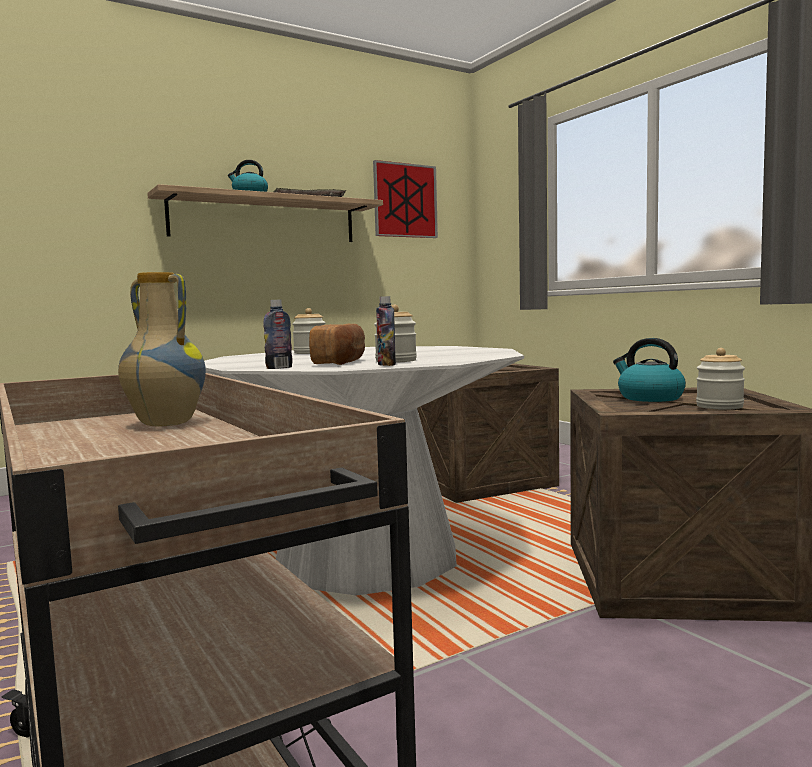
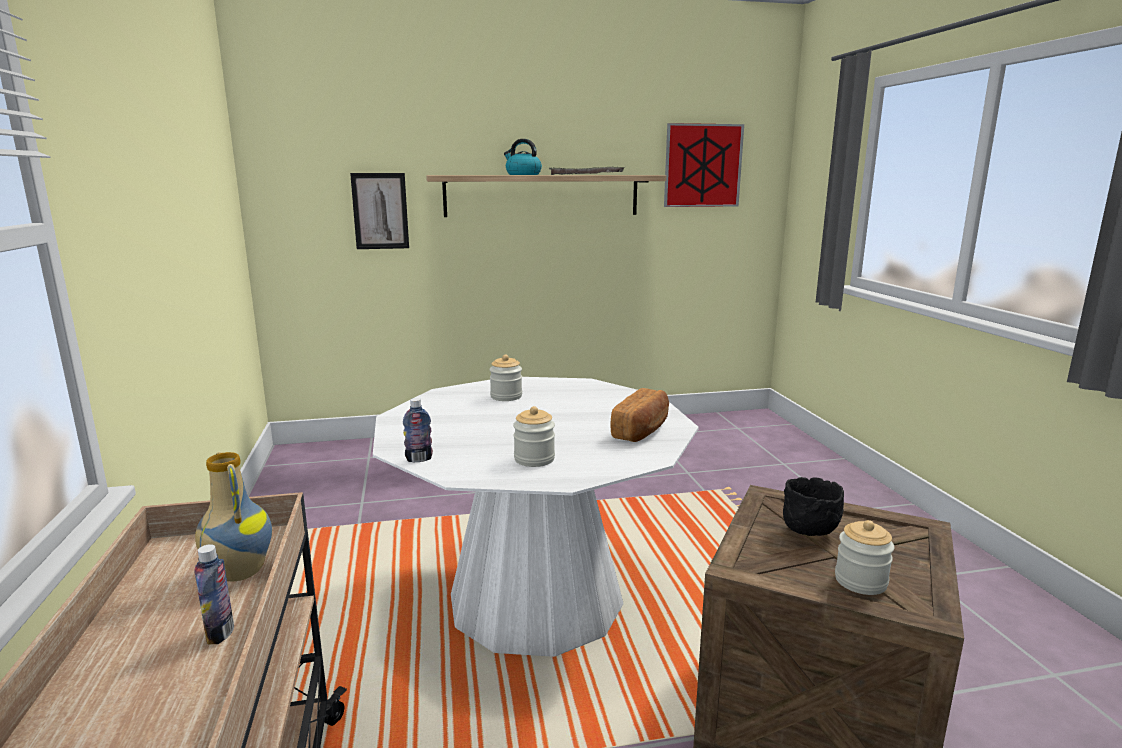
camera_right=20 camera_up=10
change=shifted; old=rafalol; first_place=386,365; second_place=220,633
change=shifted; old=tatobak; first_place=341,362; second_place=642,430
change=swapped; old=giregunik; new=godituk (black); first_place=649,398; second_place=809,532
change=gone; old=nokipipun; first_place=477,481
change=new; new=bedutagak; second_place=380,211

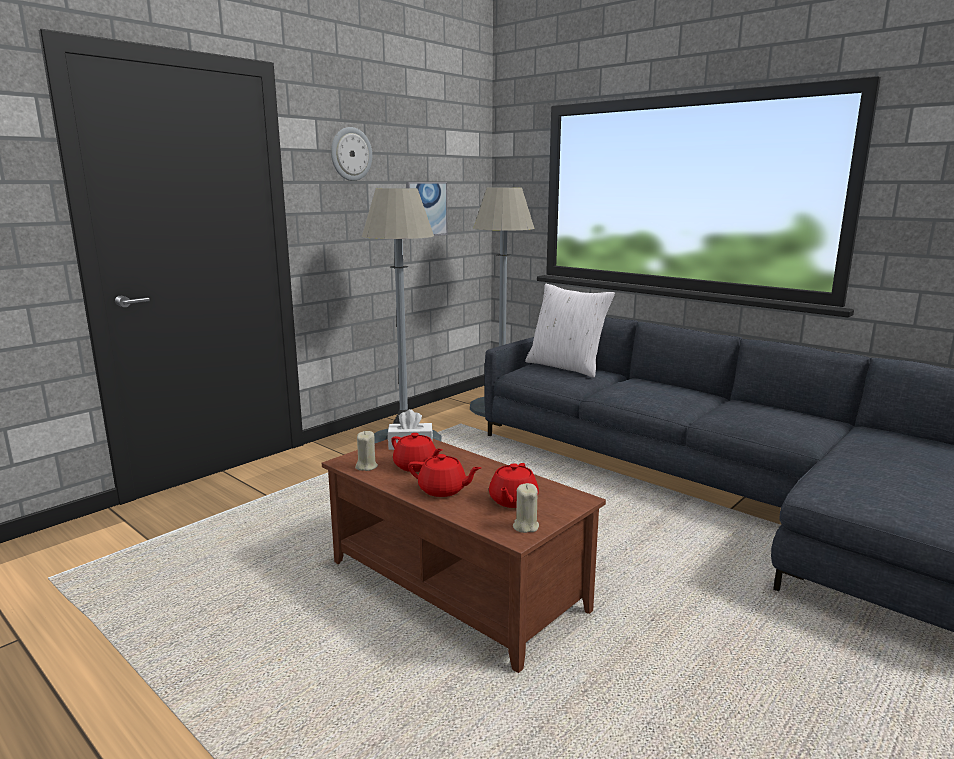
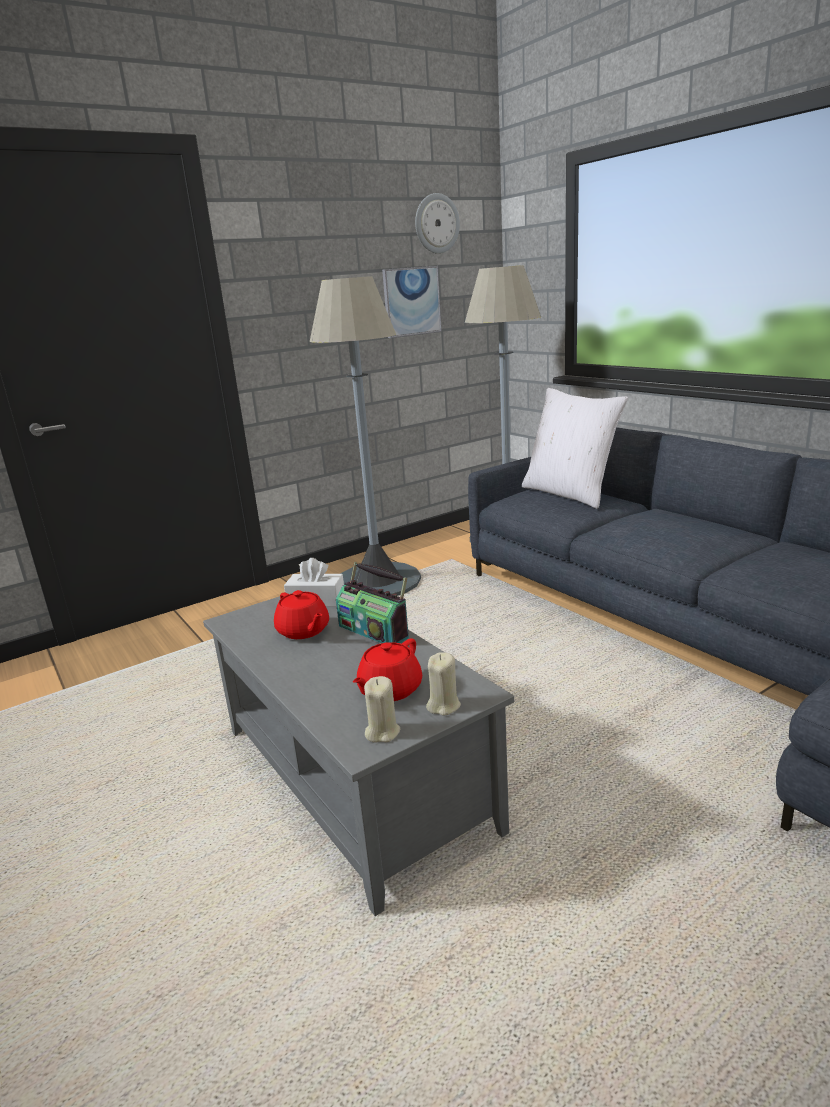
camera_right=15 camera_up=5
change=shifted; old=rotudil; first_place=350,154; second_place=436,223
change=shifted; old=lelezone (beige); first_place=366,466; second_place=443,705
change=repainted; old=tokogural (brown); new=tokogural (grey); first_place=457,585; second_place=356,776
change=gone; old=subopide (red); first_place=443,490
change=new; new=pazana; second_place=374,631

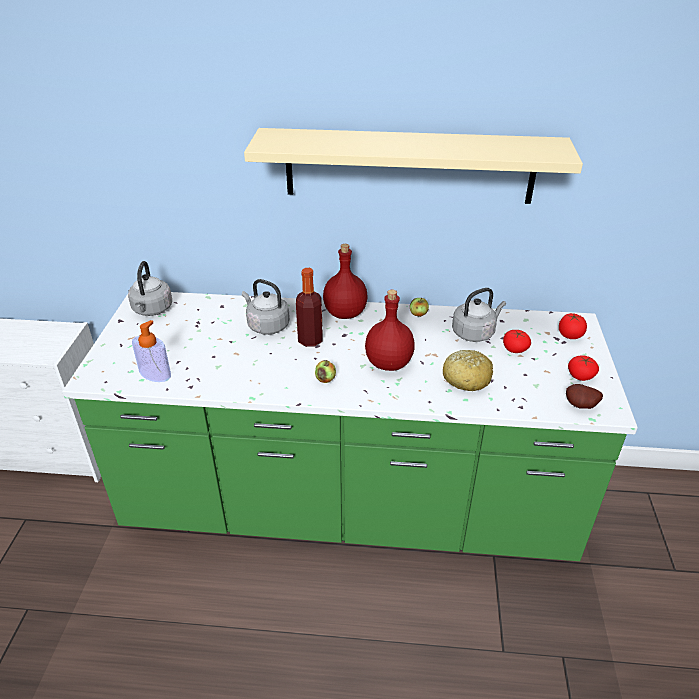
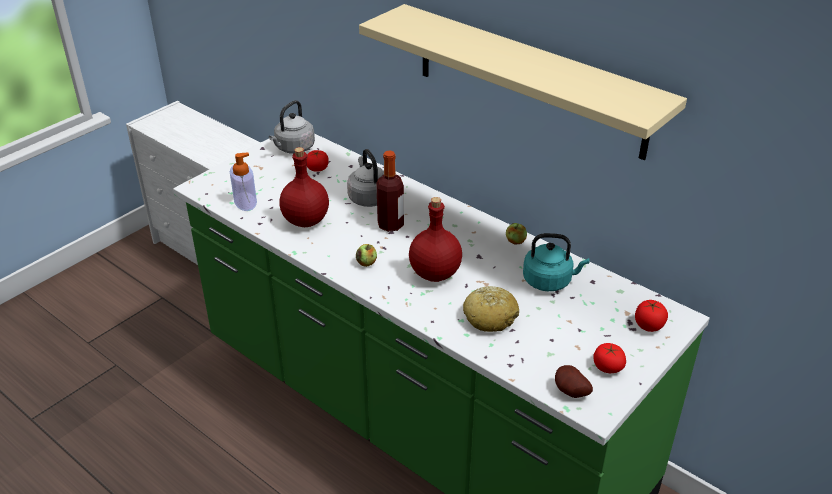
camera_right=35 camera_up=0
change=shifted; old=rafalol (red); first_place=345,314; second_place=305,221
change=repainted; old=giregunik (grey); new=giregunik (turquoise); first_place=475,333; second_place=549,281
change=shifted; old=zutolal; first_place=515,349; second_place=317,168

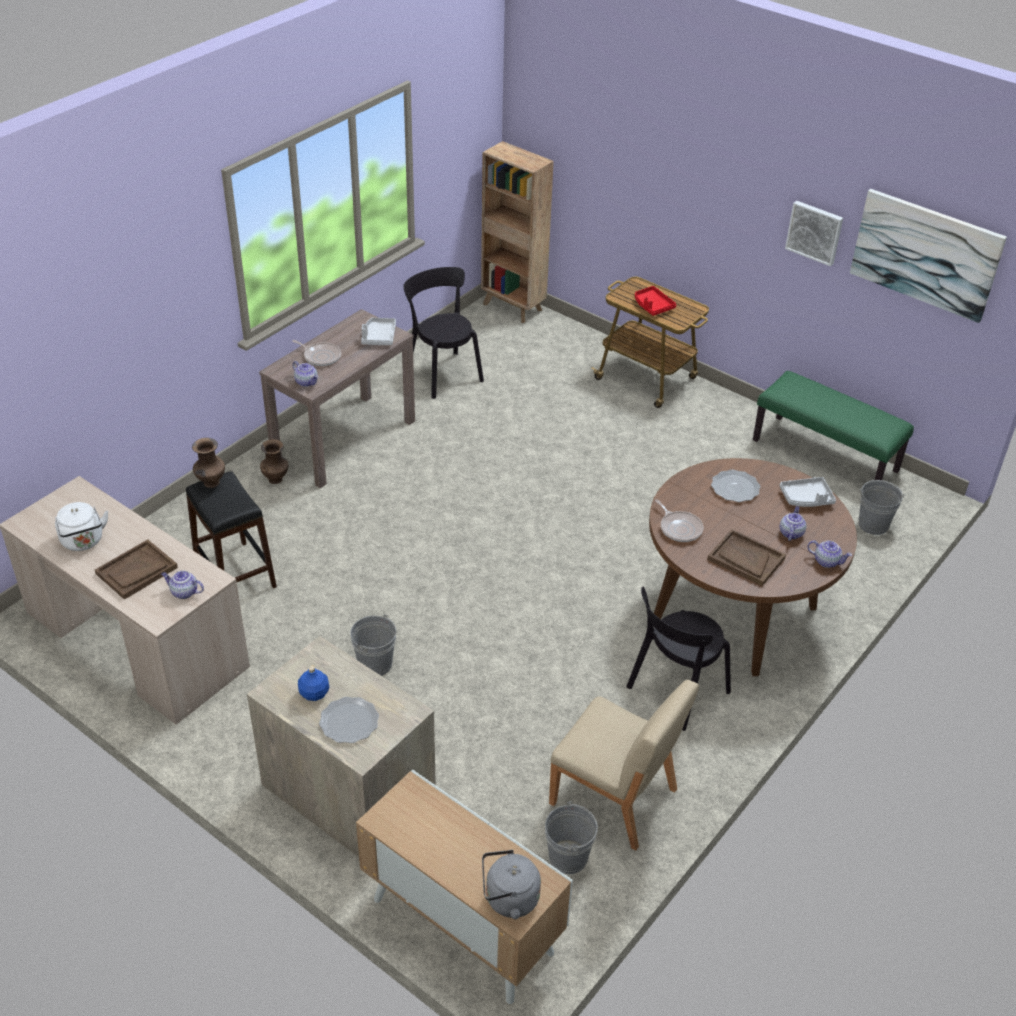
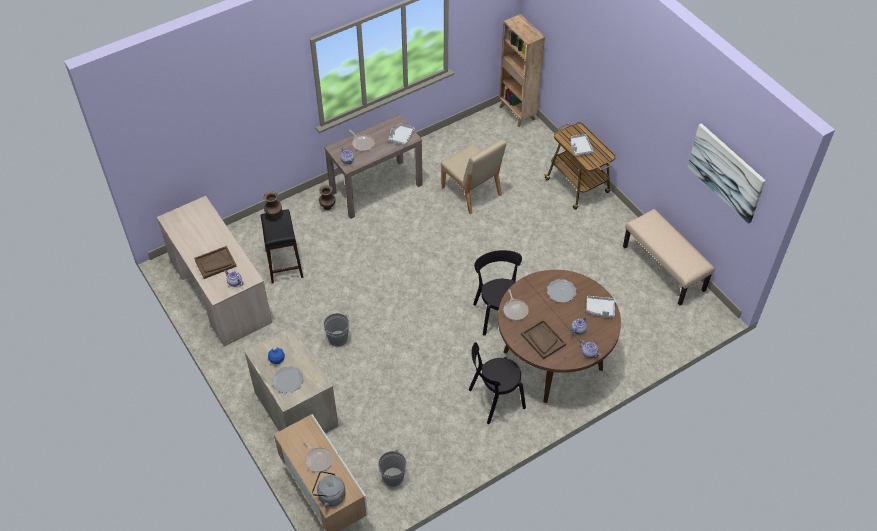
camera_right=20 camera_up=10
change=gone; old=bedutagak; first_place=815,232
change=shifted; old=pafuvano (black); first_place=442,373; second_place=497,313
change=repainted; old=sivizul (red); new=sivizul (grey); first_place=652,306; second_place=580,147
change=repainted; old=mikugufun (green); new=mikugufun (beige); first_place=825,455; second_place=664,268
change=gone; old=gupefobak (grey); first_place=873,524
change=gone; old=giregunik (white); first_place=83,542
change=shifted; old=pafuvano (beige); first_place=614,798; second_place=471,192
change=new; new=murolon; second_place=318,459

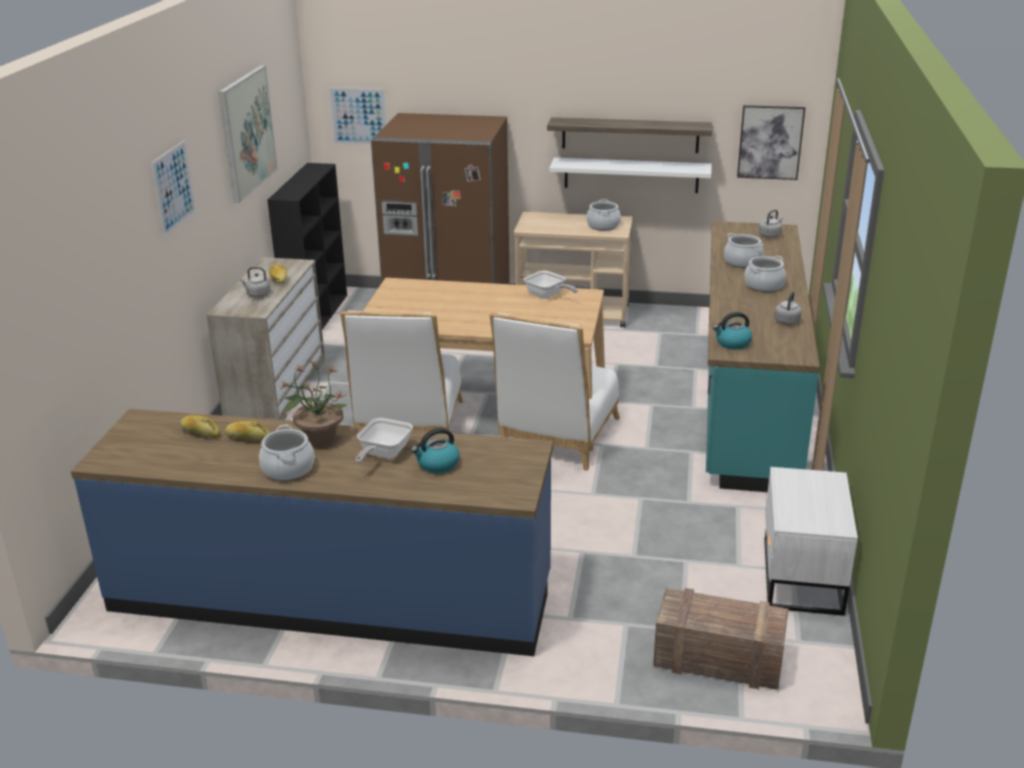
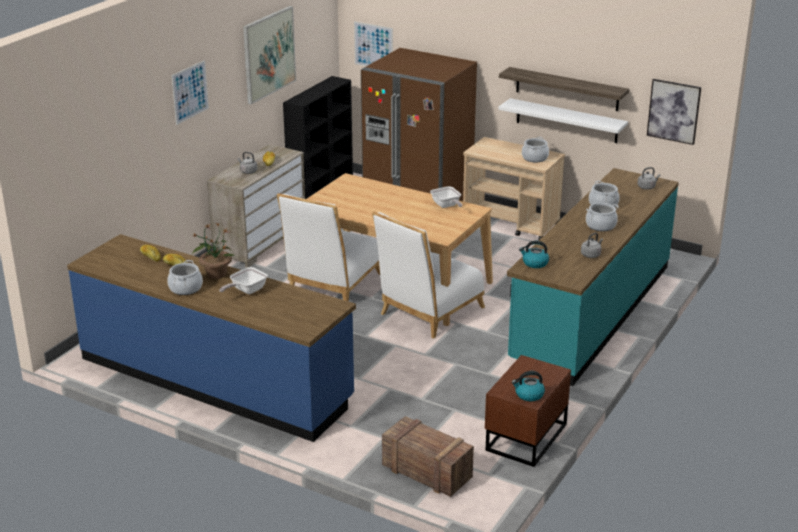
camera_right=20 camera_up=0
change=shifted; old=giregunik; first_place=437,464; second_place=529,395
change=repainted; old=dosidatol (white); new=dosidatol (brown); first_place=800,577; second_place=524,437

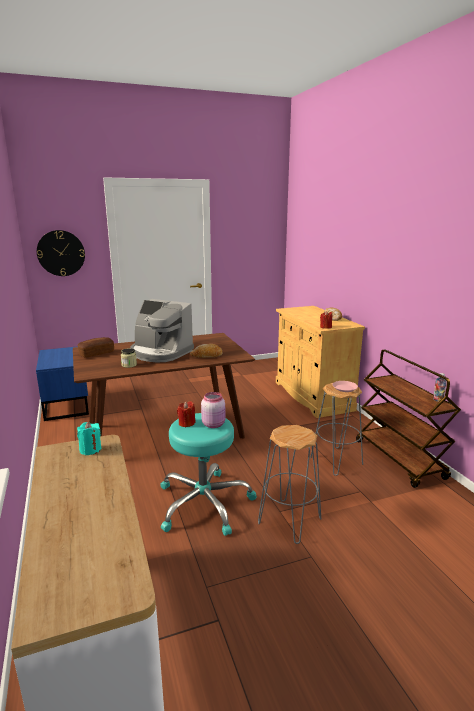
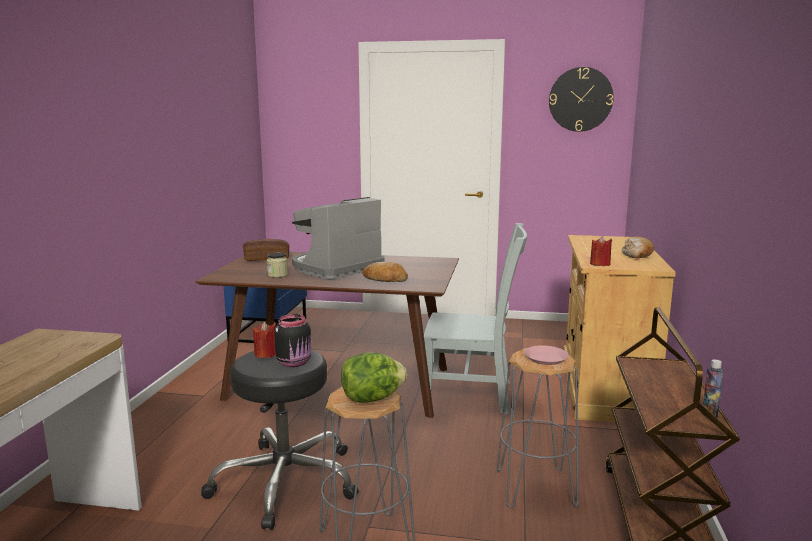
camera_right=30 camera_up=-5
change=shifted; old=rotudil; first_place=61,253; second_place=580,99
change=rotated; old=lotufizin; first_place=160,353; second_place=336,268; degrees=75
change=repainted; old=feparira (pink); new=feparira (black); first_place=214,424; second_place=295,363
change=repainted; old=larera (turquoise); new=larera (black); first_place=204,503; second_place=286,481
change=gone; old=lelezone (turquoise); first_place=90,450
change=new; new=pafuvano (grey); second_place=473,394
change=new; new=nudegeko; second_place=372,399

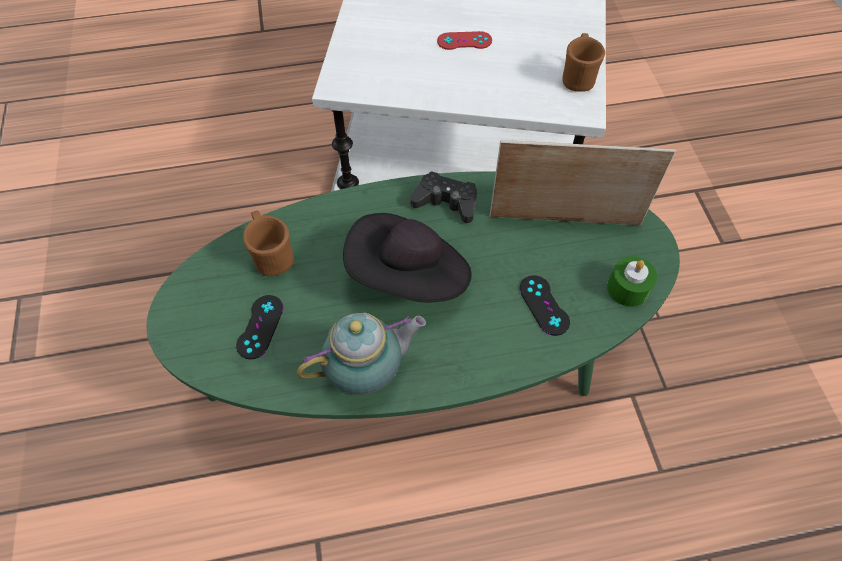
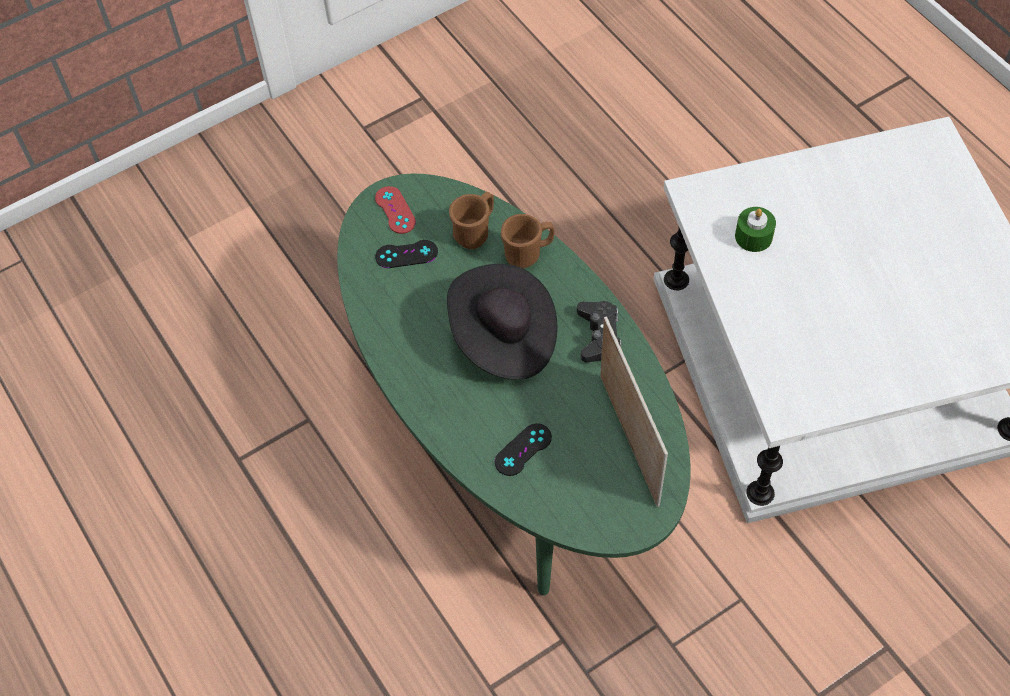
camera_right=70 camera_up=0
change=shifted; old=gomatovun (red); first_place=464,41; second_place=395,210
change=shifted; old=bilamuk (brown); first_place=577,78; second_place=528,254
change=shifted; old=lelezone (green); first_place=628,288; second_place=753,236
change=gone; old=subopide; first_place=368,373

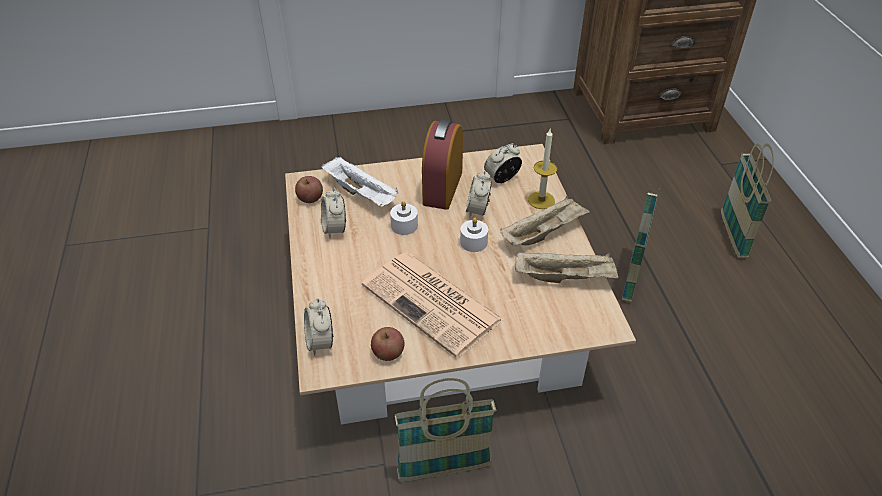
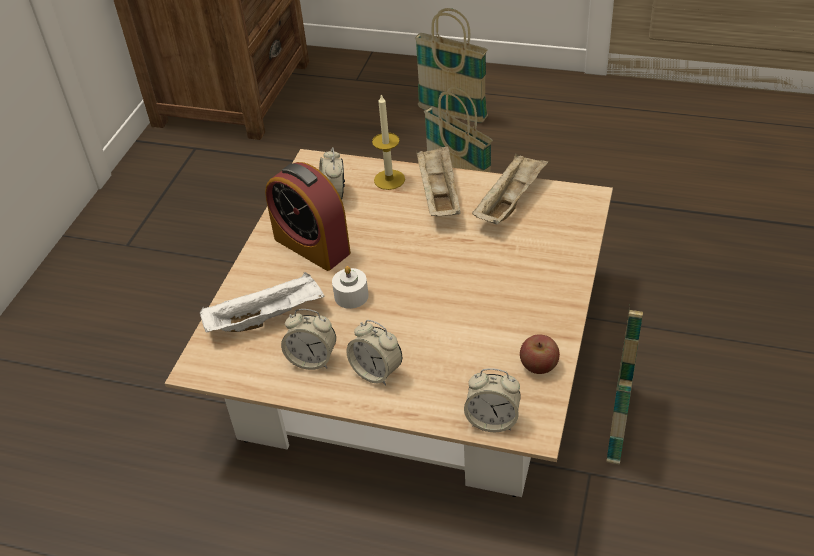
camera_right=-60 camera_up=0
change=shifted; old=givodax; first_place=478,210; second_place=376,372
change=gone; old=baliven; first_place=310,198
change=gone; old=lelezone (white); first_place=473,242
change=gone; old=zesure; first_place=434,303

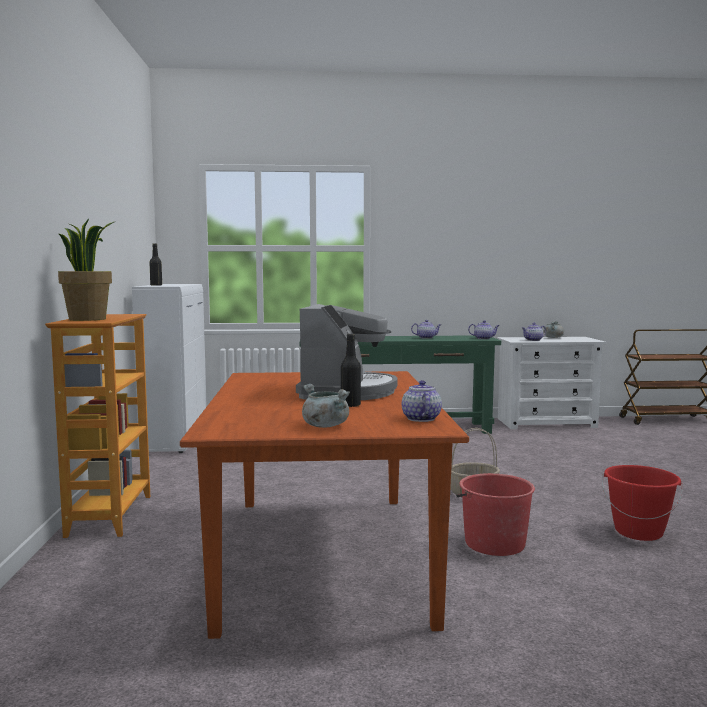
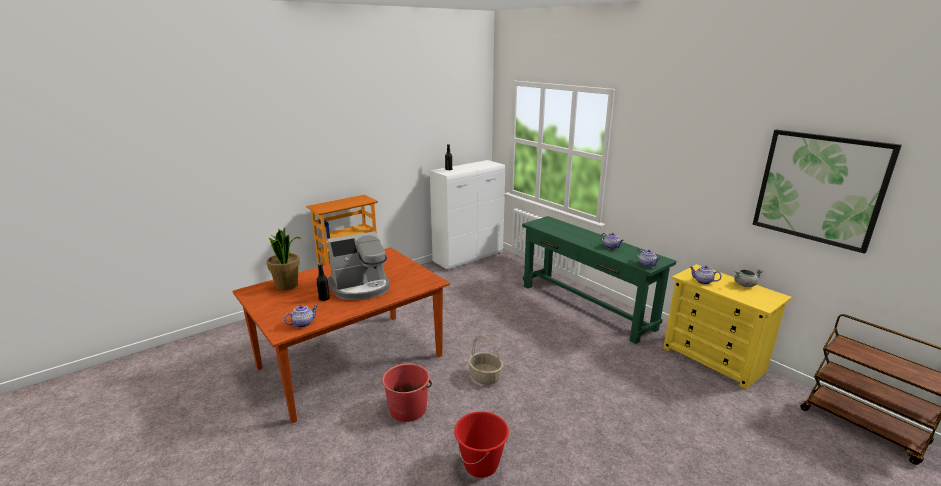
camera_right=55 camera_up=15
change=shifted; old=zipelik; first_place=88,319; second_place=287,285
change=repainted; old=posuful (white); new=posuful (yellow); first_place=547,423; second_place=713,359
change=gone; old=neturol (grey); first_place=324,426
change=new; new=bedutagak; second_place=819,188

